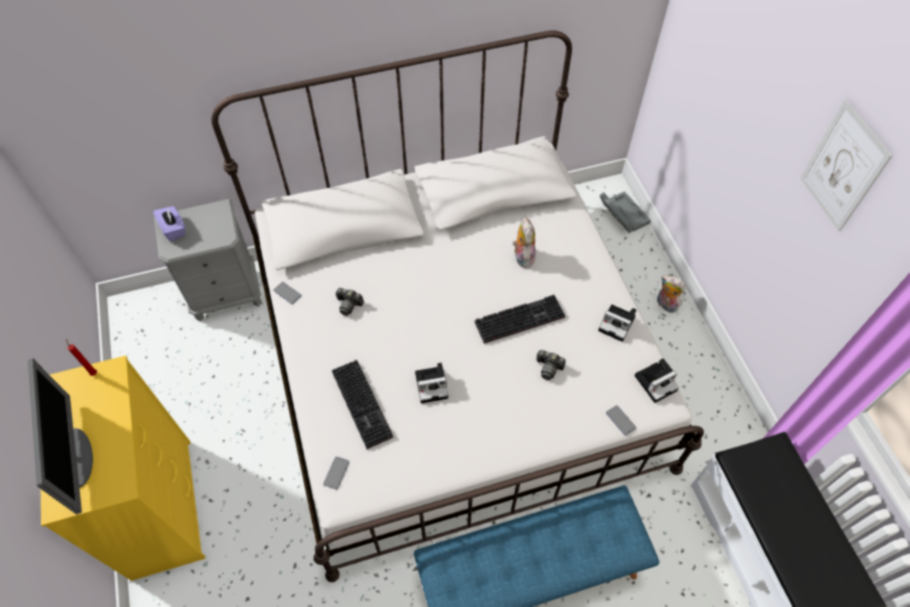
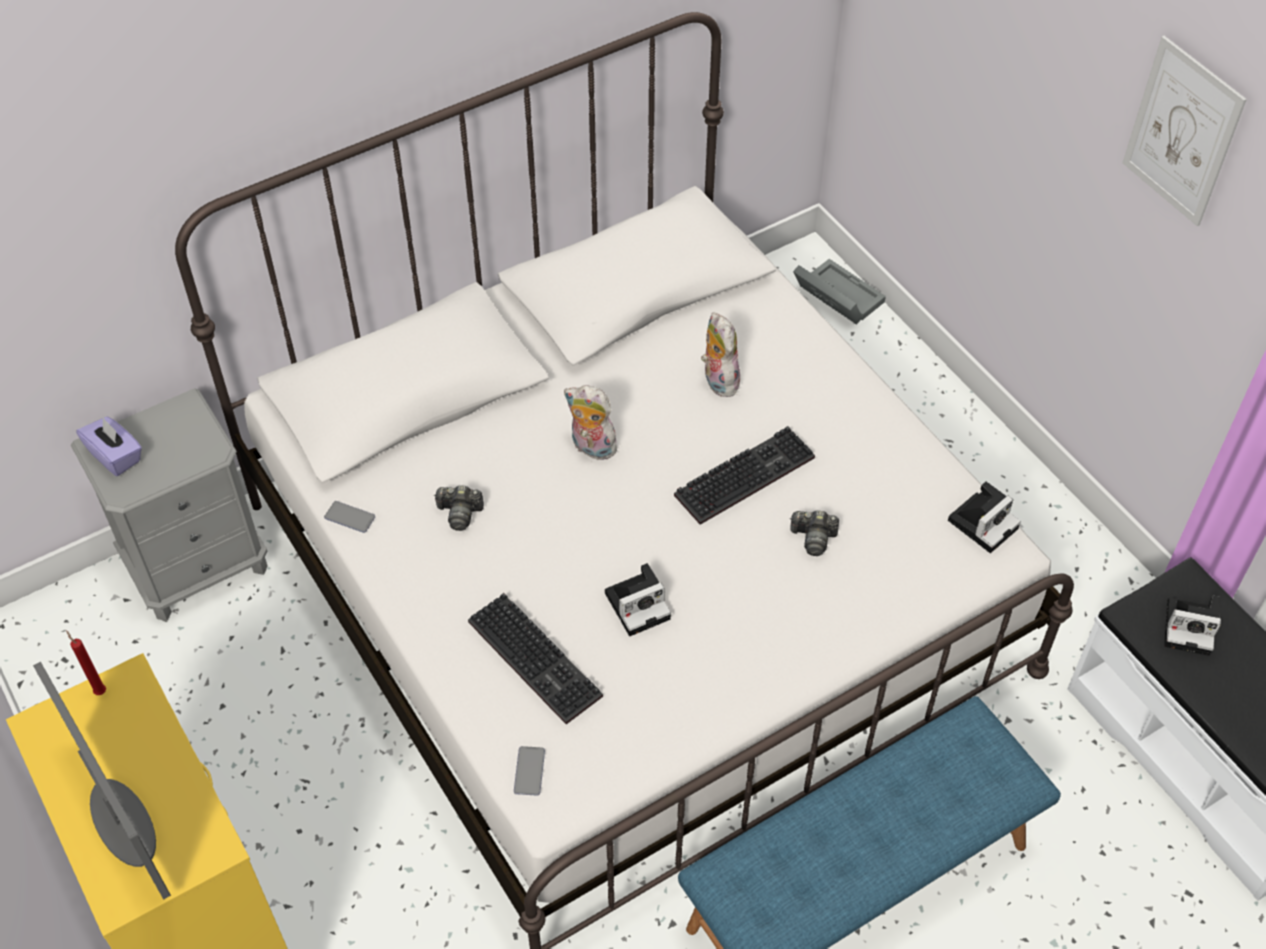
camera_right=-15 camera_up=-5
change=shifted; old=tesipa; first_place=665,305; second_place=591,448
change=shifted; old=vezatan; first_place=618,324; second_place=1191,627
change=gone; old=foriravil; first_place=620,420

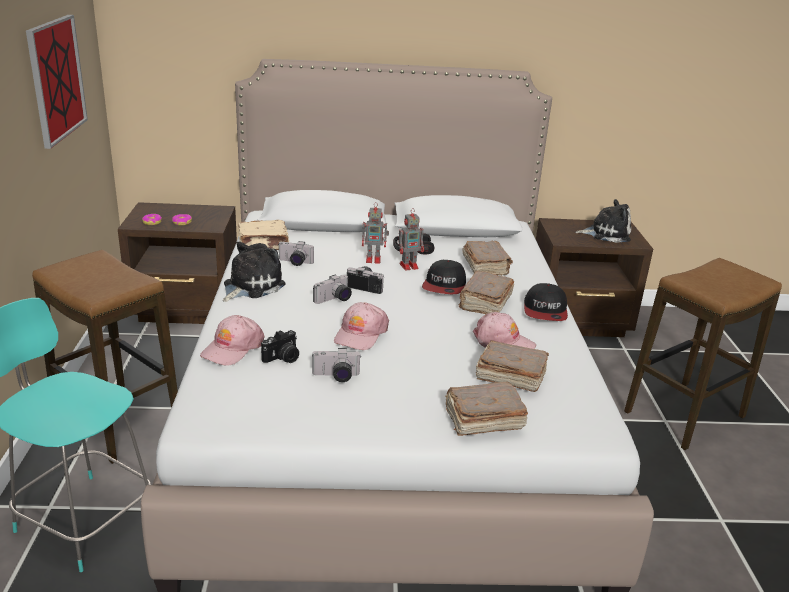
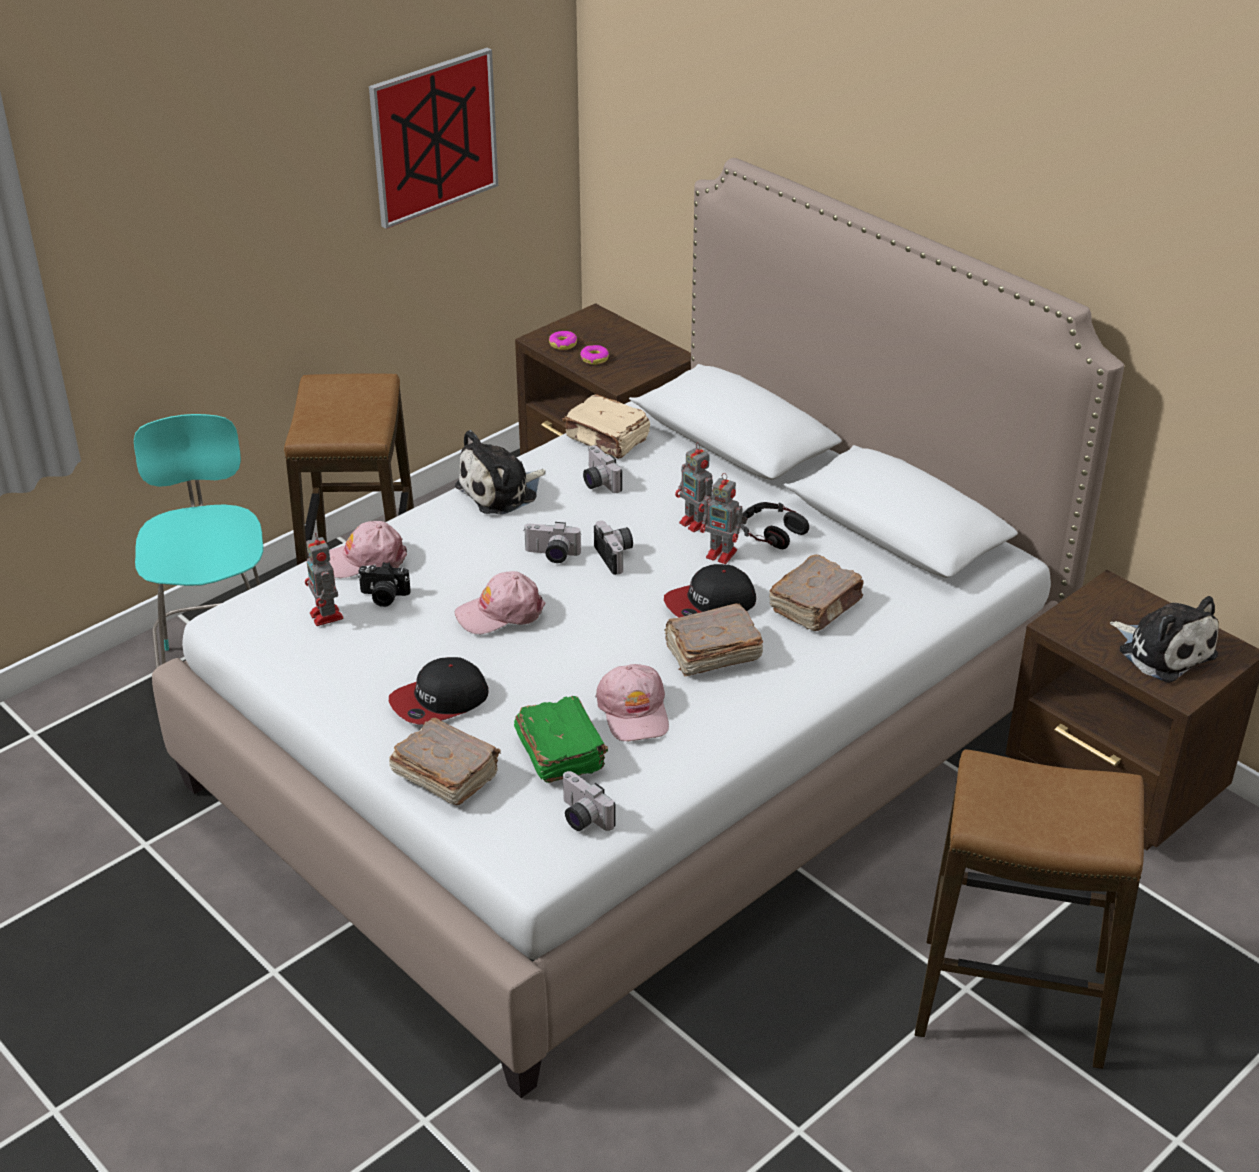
camera_right=50 camera_up=10
change=rotated; old=tesipa; first_place=251,286; second_place=501,491; degrees=150
change=shifted; old=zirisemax; first_place=545,311; second_place=439,701
change=repainted; old=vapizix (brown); new=vapizix (green); first_place=509,376; second_place=561,752
change=shifted; old=vezatan; first_place=336,377; second_place=581,817
change=new; new=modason; second_place=327,617

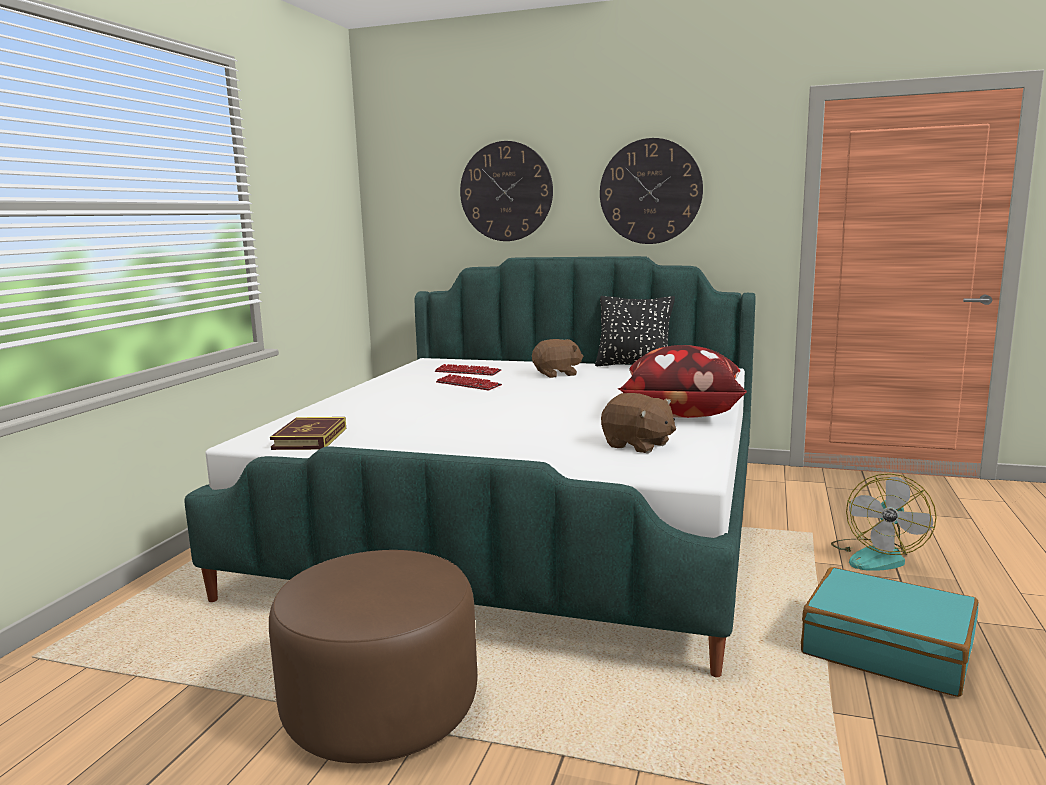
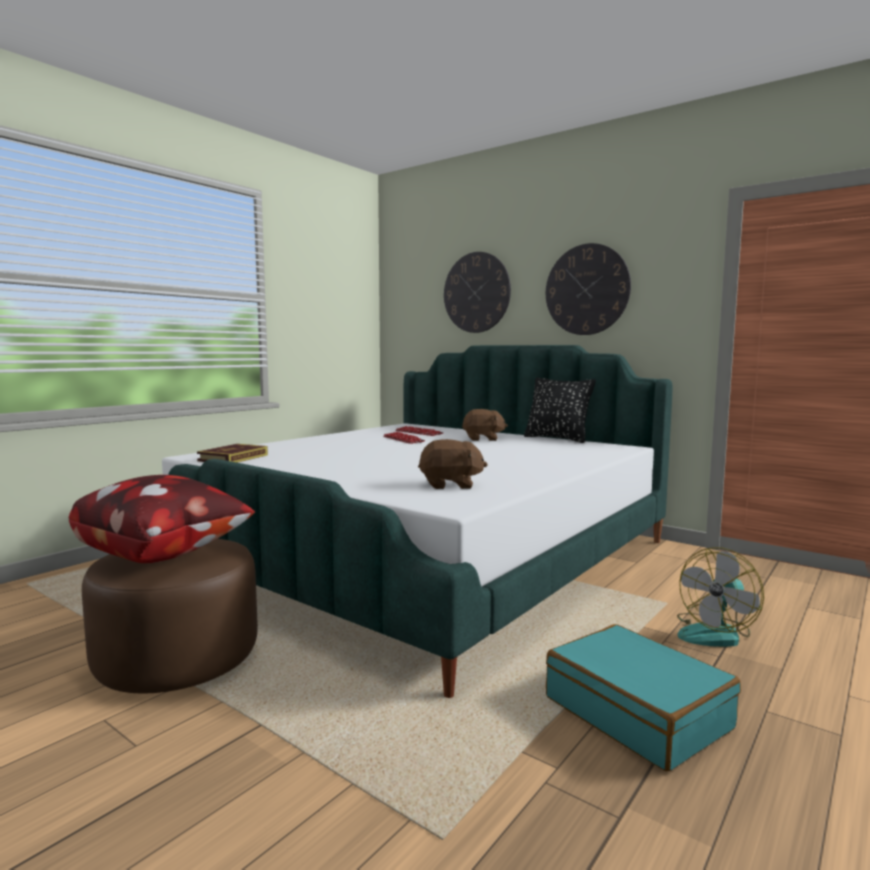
camera_right=20 camera_up=-5
change=shifted; old=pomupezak; first_place=681,413; second_place=163,553
change=rotated; old=tesipa (brown); first_place=637,445; second_place=450,485; degrees=-60

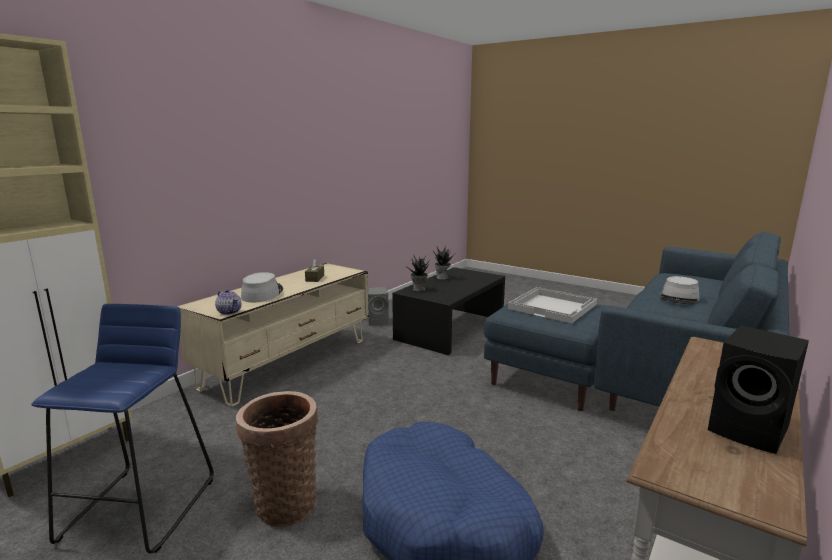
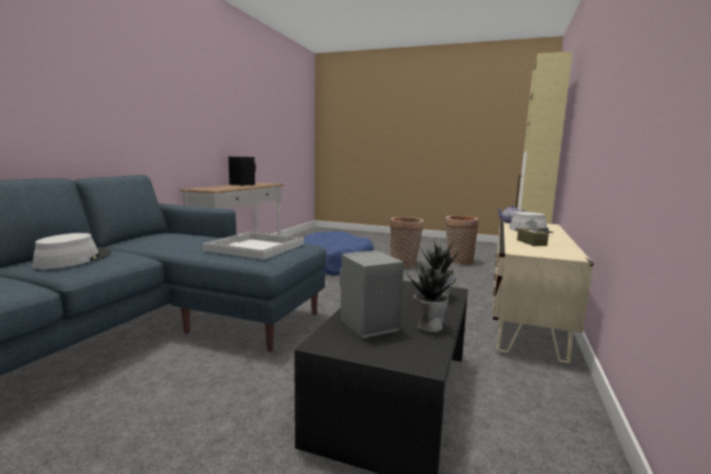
camera_right=165 camera_up=-5
change=shifted; old=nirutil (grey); first_place=378,321; second_place=367,326
change=swapped; old=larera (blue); new=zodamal; first_place=141,508; second_place=458,261

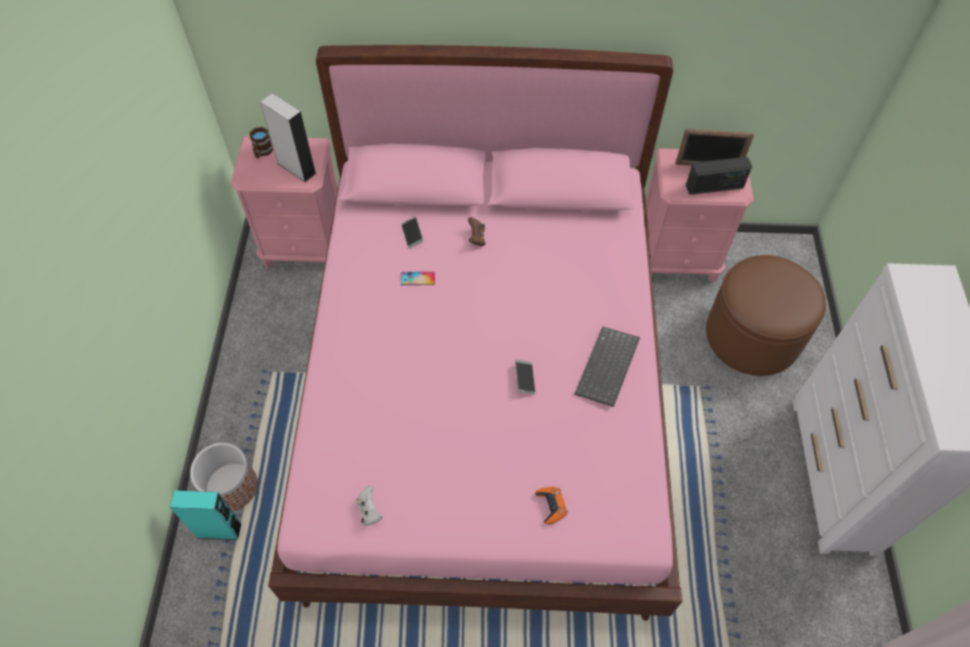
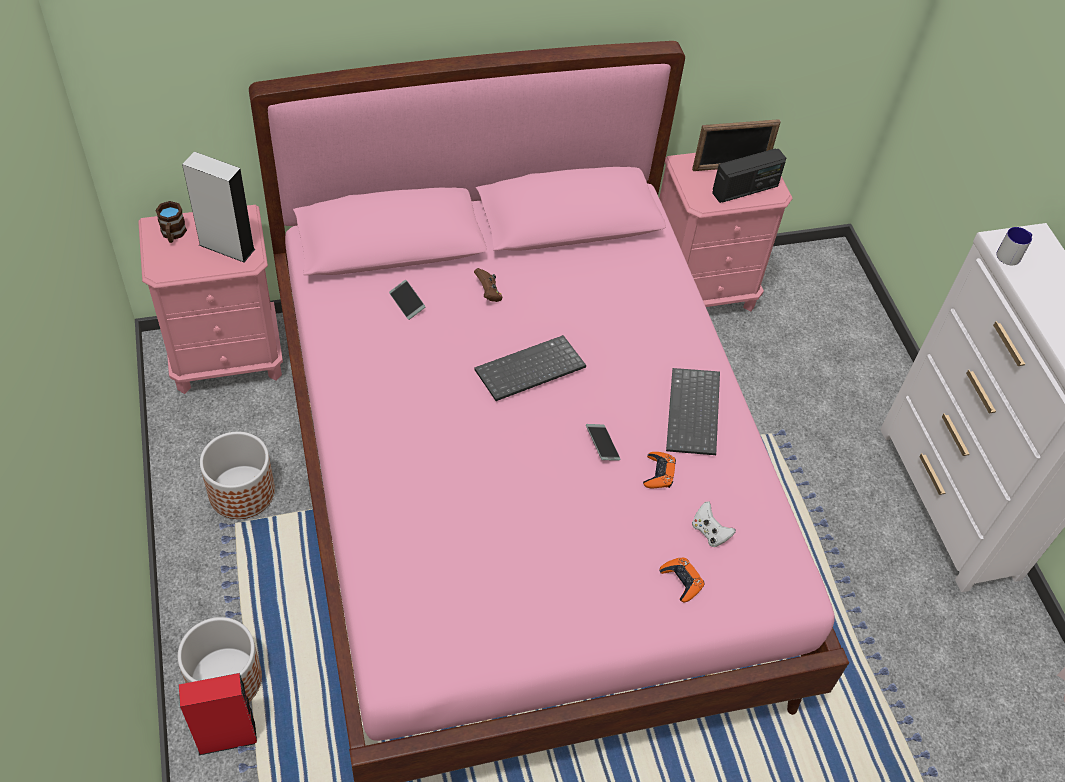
camera_right=-20 camera_up=-5
change=gone; old=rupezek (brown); first_place=753,335
change=gone; old=foriravil; first_place=418,278
change=shifted; old=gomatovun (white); first_place=369,511; second_place=709,532
change=repainted; old=nirutil (turquoise); new=nirutil (red); first_place=219,530; second_place=227,738
change=new; new=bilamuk; second_place=1011,254
change=new; new=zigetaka; second_place=529,372
change=new; new=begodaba; second_place=242,492
change=new; new=gomatovun (orange); second_place=658,473

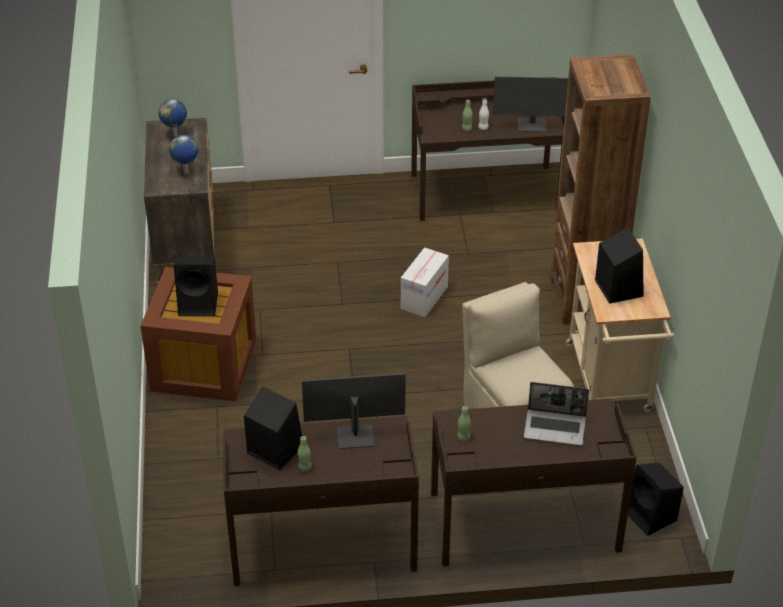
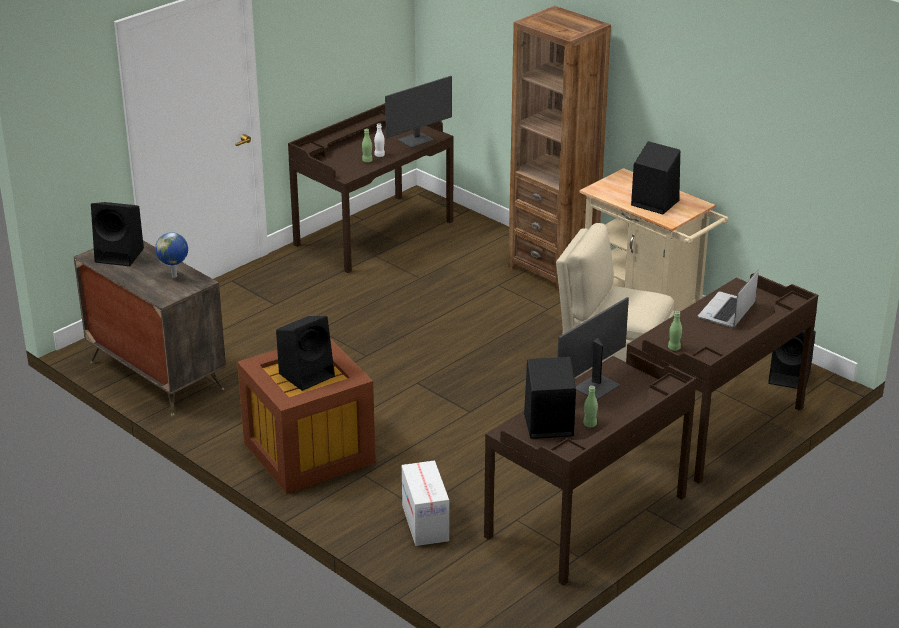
camera_right=-40 camera_up=-10
change=swapped; old=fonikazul; new=nirutil (black); first_place=175,135; second_place=121,255
change=shifted; old=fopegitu; first_place=424,298; second_place=425,523
change=rotated; old=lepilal; first_place=555,428; second_place=727,312; degrees=150

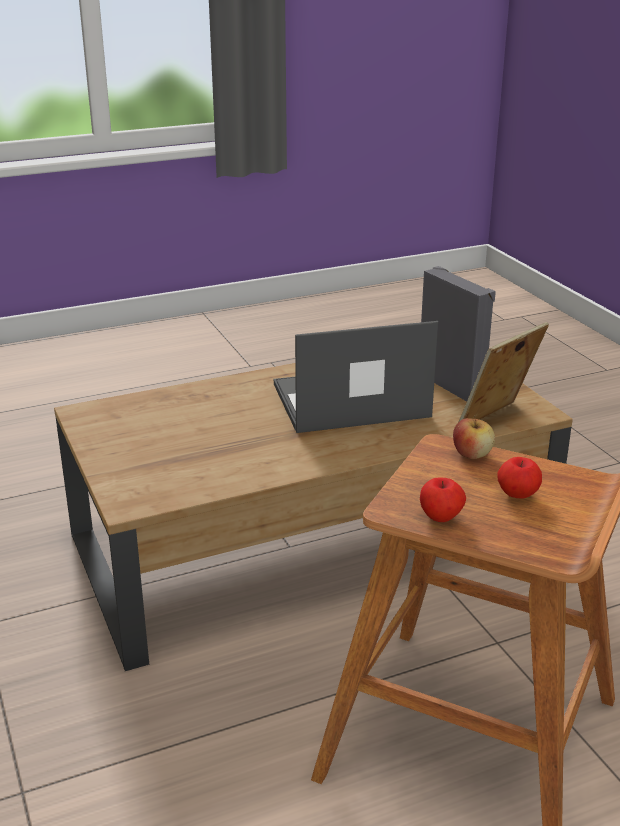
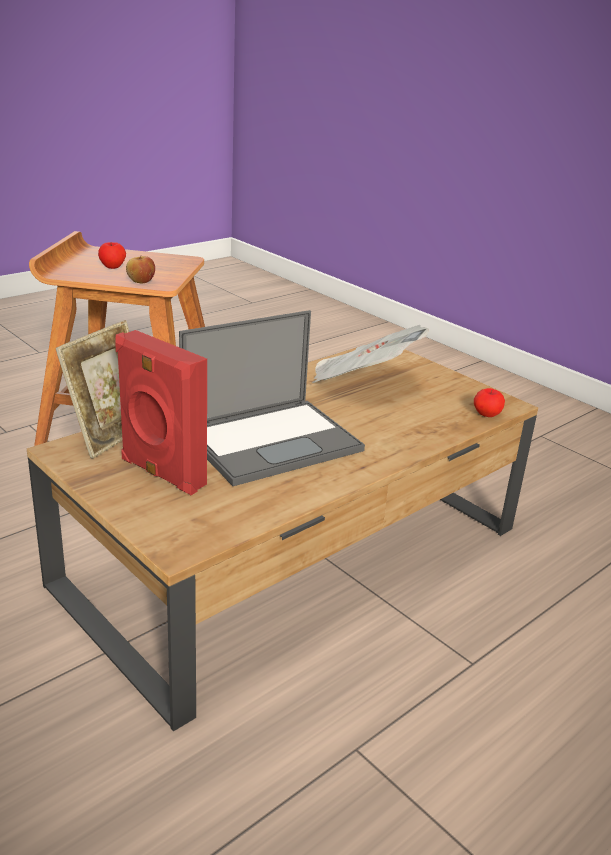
camera_right=160 camera_up=0
change=repainted; old=nirutil (grey); new=nirutil (red); first_place=453,385; second_place=161,473
change=shifted; old=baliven; first_place=441,517; second_place=486,415
change=new; new=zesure; second_place=362,381

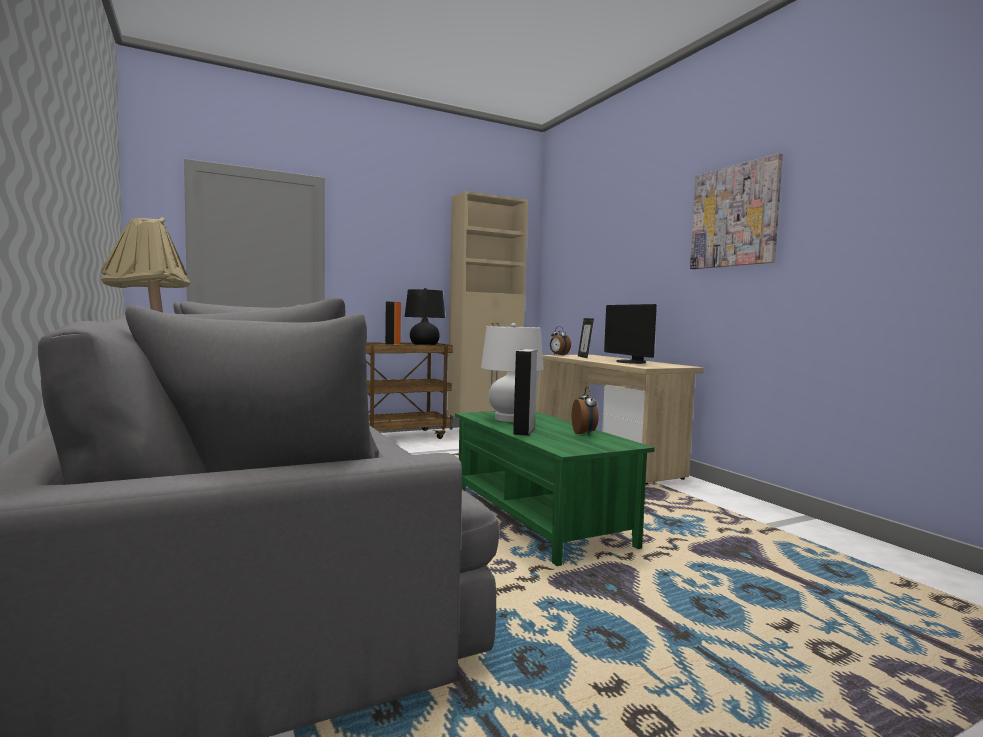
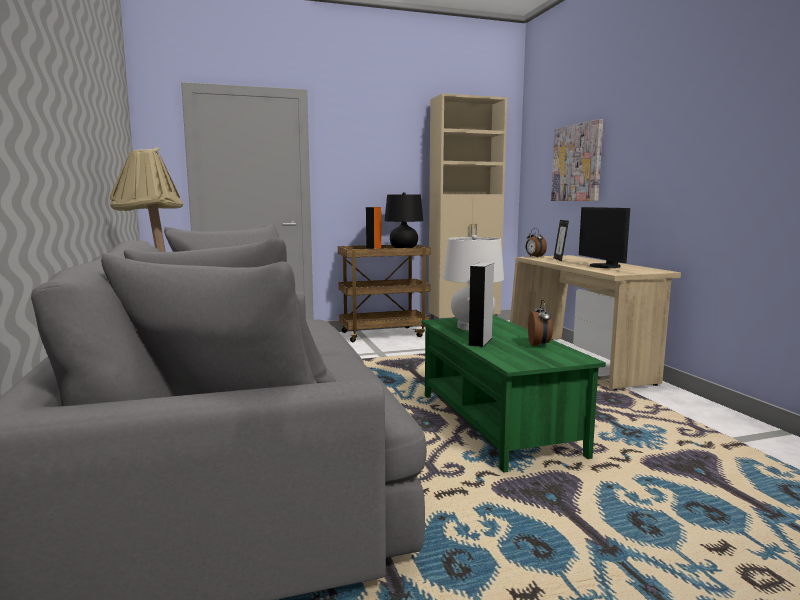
camera_right=10 camera_up=5
change=shifted; old=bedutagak; first_place=734,216; second_place=577,163

